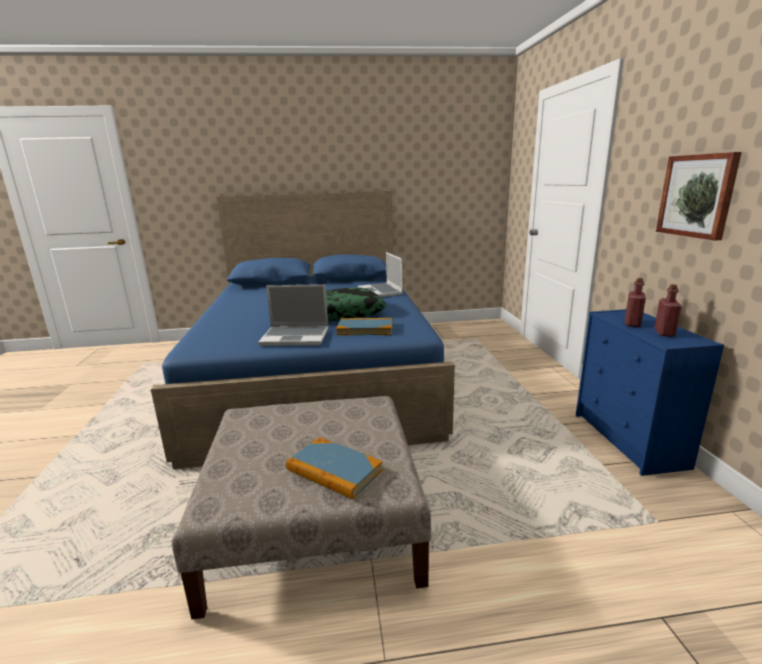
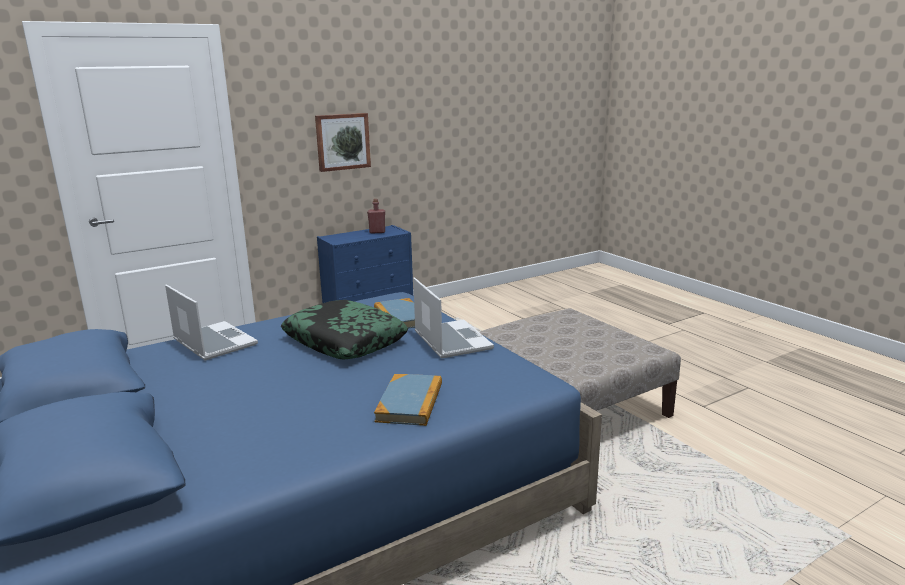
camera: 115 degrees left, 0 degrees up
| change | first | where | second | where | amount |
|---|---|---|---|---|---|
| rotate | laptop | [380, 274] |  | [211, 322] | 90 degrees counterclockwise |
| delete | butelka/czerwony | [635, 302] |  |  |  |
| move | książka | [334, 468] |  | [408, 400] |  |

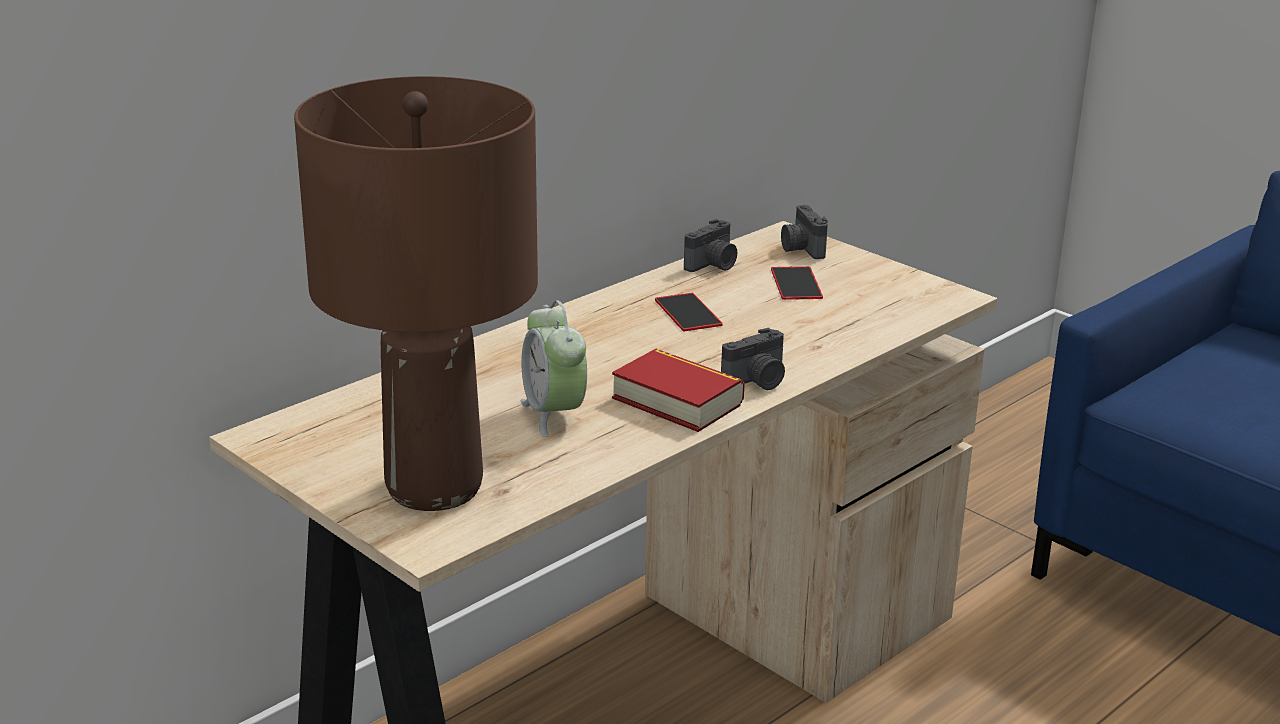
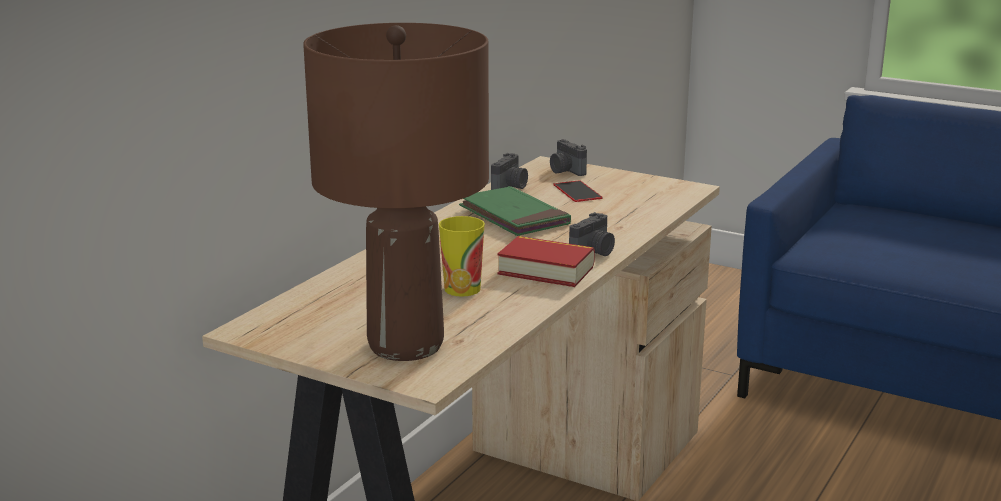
camera: 15 degrees left, 5 degrees down
| change | first | where | second | where | amount |
|---|---|---|---|---|---|
| replace | telefon | [689, 312] | książka/zielony | [515, 211] |  |
| replace | budzik | [553, 368] | filiżanka | [462, 256] |  |

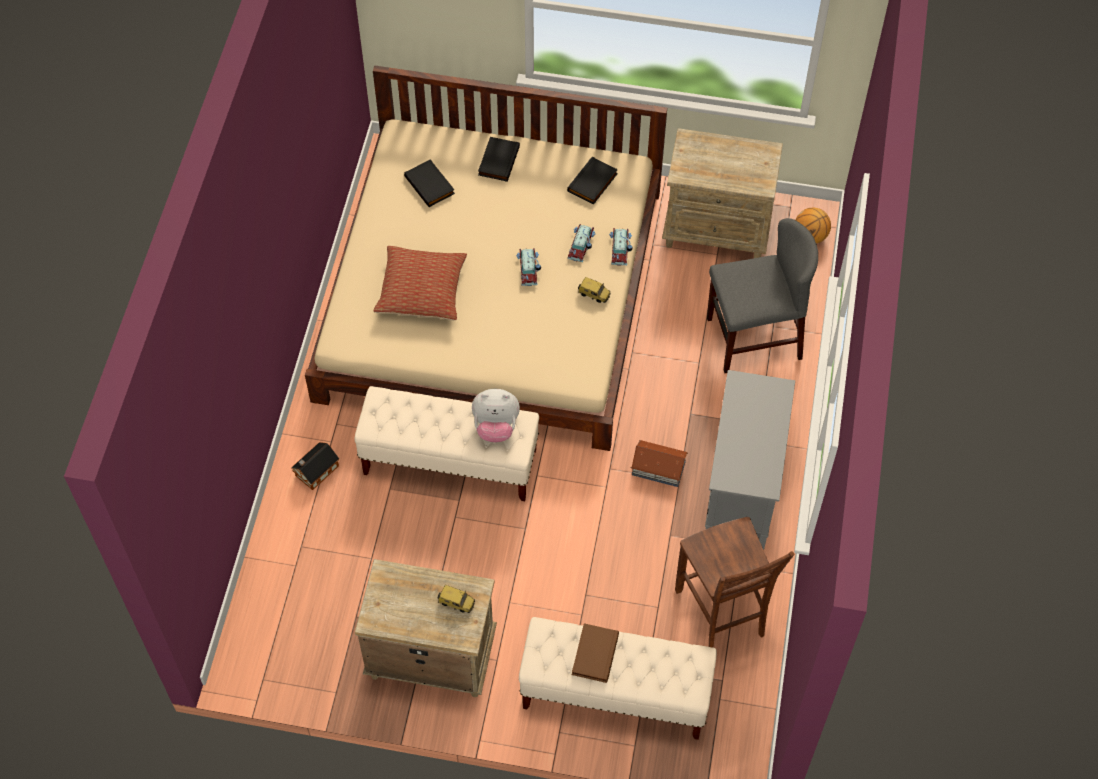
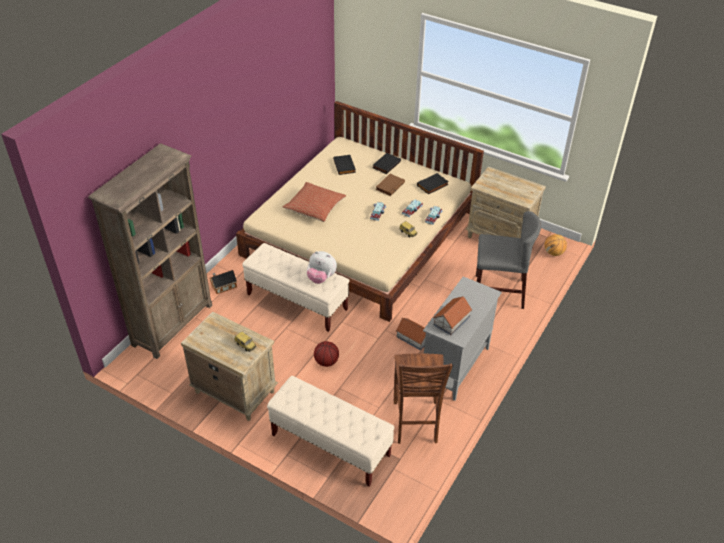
camera: 20 degrees right, 15 degrees down
| change | first | where | second | where | amount |
|---|---|---|---|---|---|
| move | książka/brązowy | [595, 653] |  | [390, 185] |  |
| insert |  |  | regał/brązowy | [150, 251] |  |
| insert |  |  | domek | [452, 315] |  |
| insert |  |  | piłka do koszykówki | [326, 354] |  |

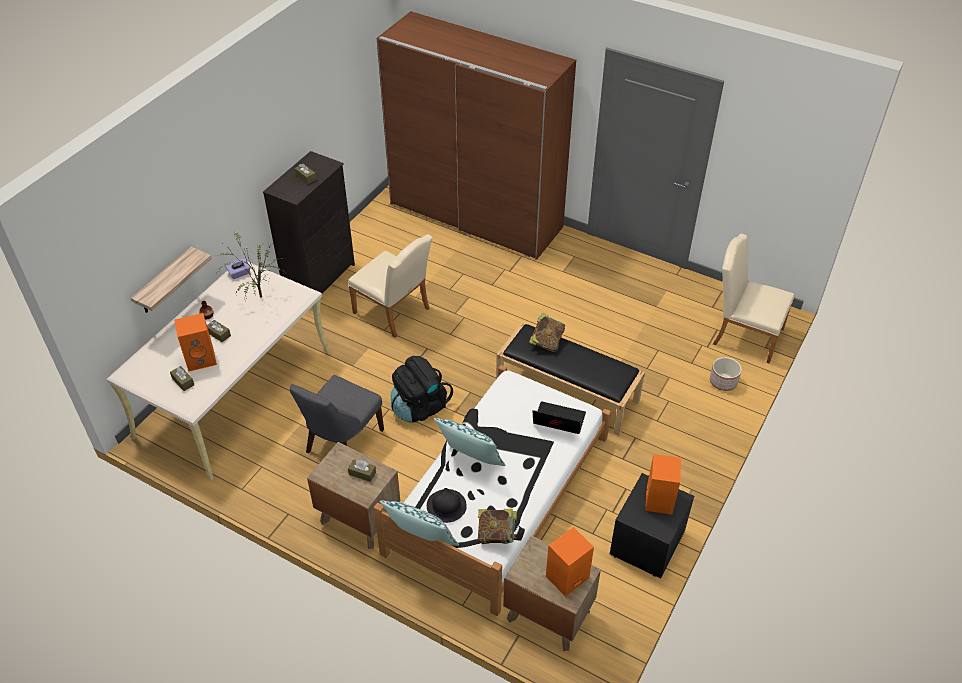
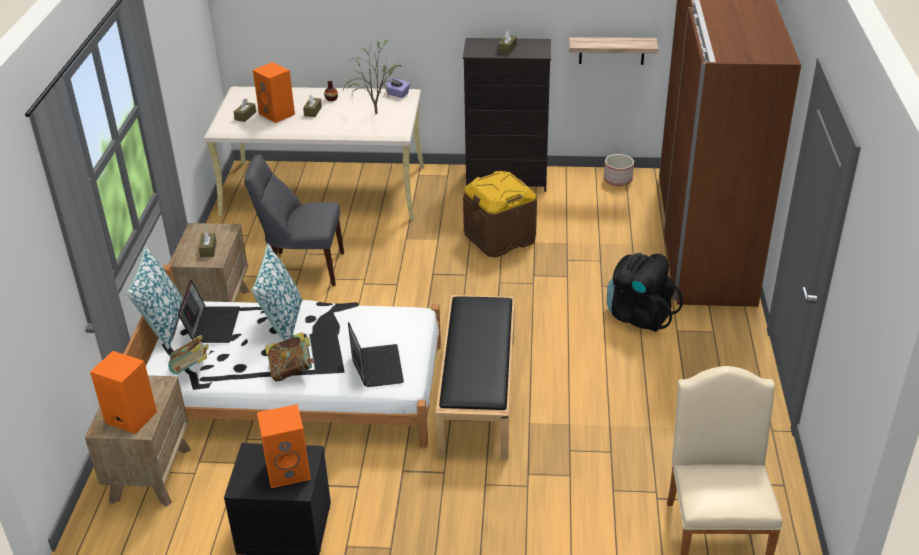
camera: 65 degrees right, 10 degrees down
| change | first | where | second | where | amount |
|---|---|---|---|---|---|
| replace | krzesło/beżowy | [390, 286] | pojemnik do przechowywania/brązowy | [500, 214] |  |
| move | półka | [171, 280] |  | [613, 51] |  |
| move | książka | [547, 332] |  | [290, 357] |  |
| move | plecak/czarny | [422, 389] |  | [645, 292] |  |
| move | donica | [726, 374] |  | [619, 170] |  |
| replace | kapelusz/czarny | [447, 505] | laptop | [209, 311] |  |

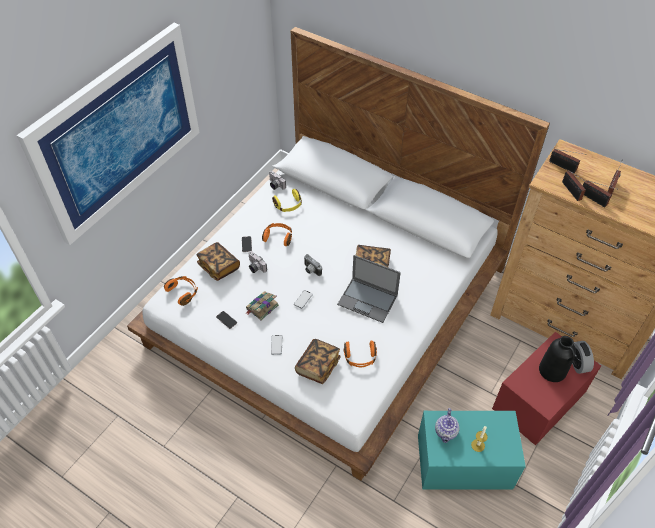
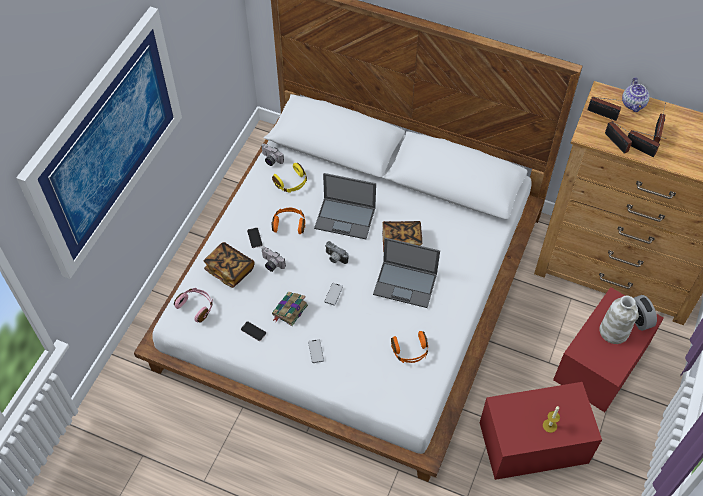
camera: 10 degrees left, 5 degrees up
| change | first | where | second | where | amount |
|---|---|---|---|---|---|
| recolor | słuchawki/pomarańczowy | [181, 291] | słuchawki/różowy | [193, 305] |  |
| recolor | wazon/czarny | [557, 359] | wazon/biały | [619, 320] |  |
| delete | książka | [318, 361] |  |  |  |
| move | imbryk | [447, 425] |  | [635, 94] |  |
| recolor | pojemnik do przechowywania/turkusowy | [472, 450] | pojemnik do przechowywania/czerwony | [541, 431] |  |
| insert |  |  | laptop | [345, 206] |  |

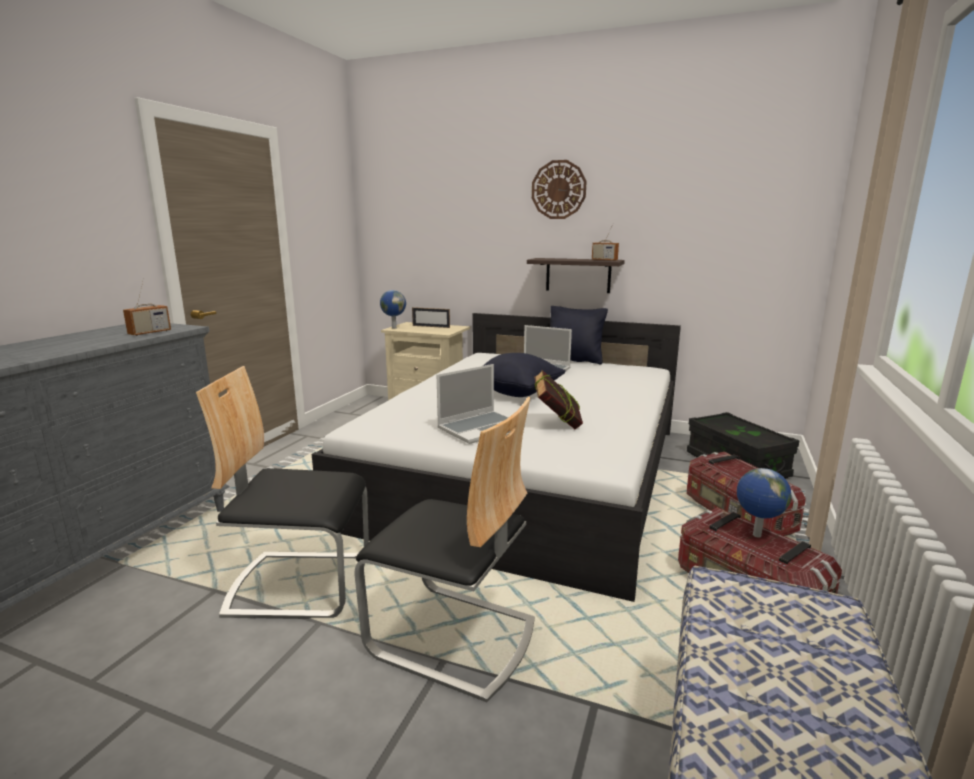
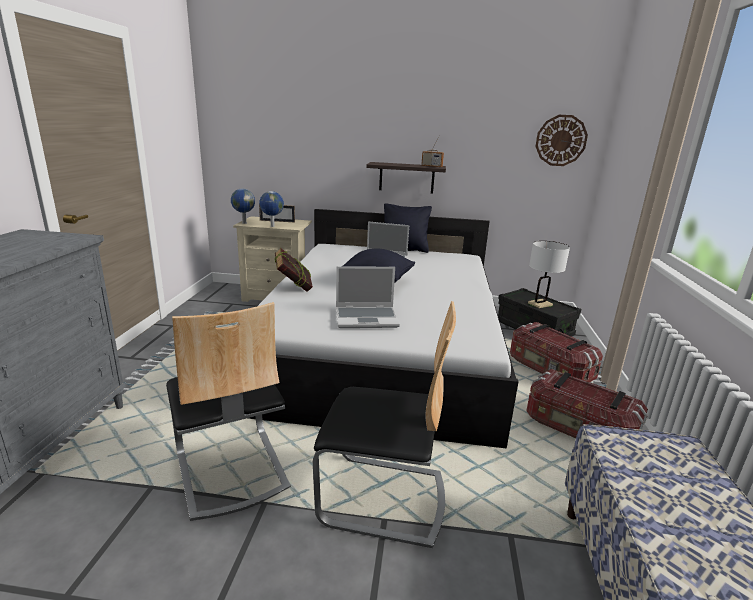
camera: 15 degrees left, 5 degrees up
| change | first | where | second | where | amount |
|---|---|---|---|---|---|
| move | zegar ścienny | [559, 189] |  | [561, 140] |  |
| delete | radio | [147, 307] |  |  |  |
| rotate | laptop | [481, 404] |  | [368, 297] | 45 degrees clockwise |
| rotate | krzesło | [282, 492] |  | [228, 411] | 105 degrees counterclockwise |
| move | książka | [558, 400] |  | [294, 270] |  |
| move | globus | [764, 503] |  | [271, 209] |  |
| insert |  |  | lampa stołowa/biały | [549, 274] |  |

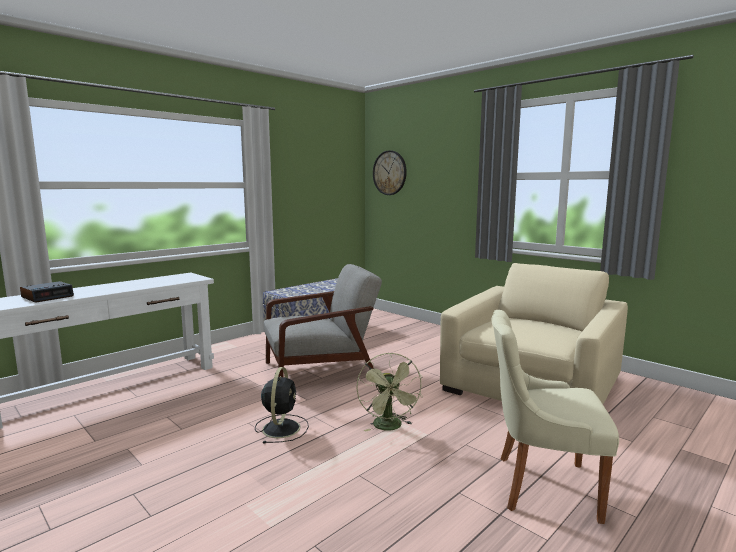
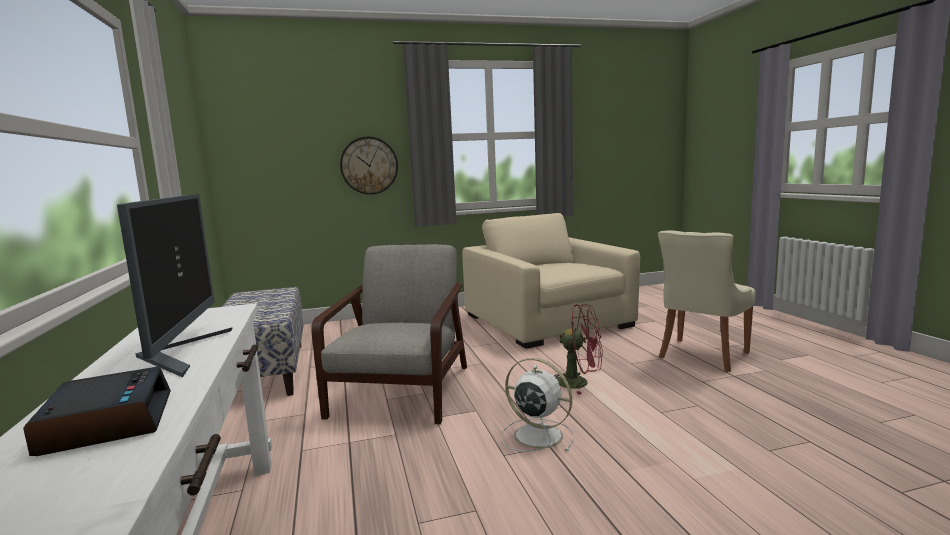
camera: 60 degrees left, 0 degrees up
| change | first | where | second | where | amount |
|---|---|---|---|---|---|
| move | zegar ścienny | [390, 172] |  | [369, 166] |  |
| recolor | wentylator/zielony | [390, 392] | wentylator/czerwony | [578, 349] |  |
| recolor | wentylator/czarny | [282, 405] | wentylator/biały | [537, 405] |  |
| insert |  |  | monitor | [174, 286] |  |

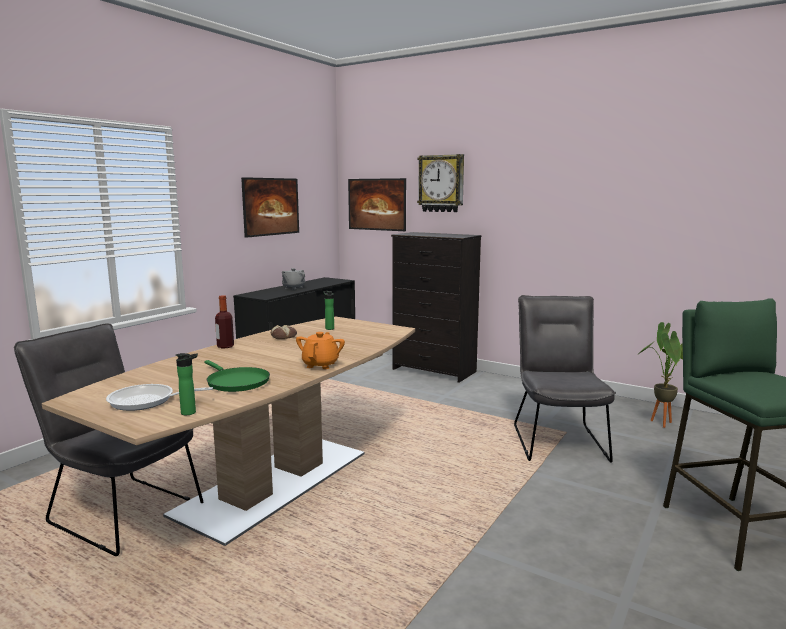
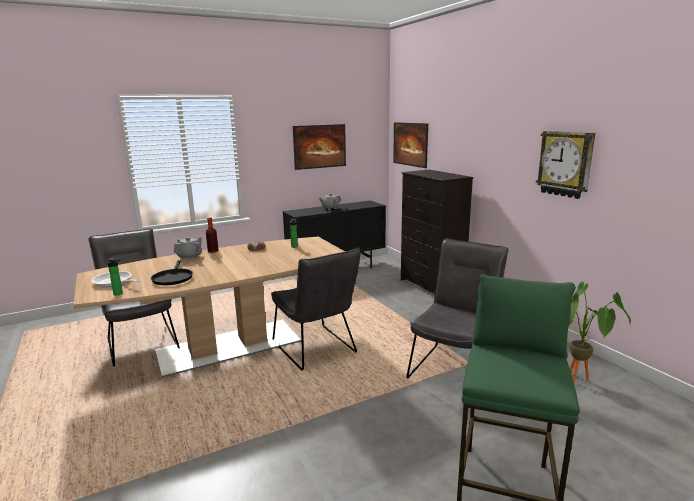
camera: 30 degrees right, 5 degrees up
| change | first | where | second | where | amount |
|---|---|---|---|---|---|
| move | zegar ścienny | [440, 183] |  | [565, 165] |  |
| delete | imbryk/pomarańczowy | [320, 350] |  |  |  |
| recolor | patelnia/zielony | [237, 376] | patelnia/czarny | [172, 272] |  |
| insert |  |  | imbryk/szary | [188, 248] |  |
| insert |  |  | krzesło/szary | [316, 308] |  |

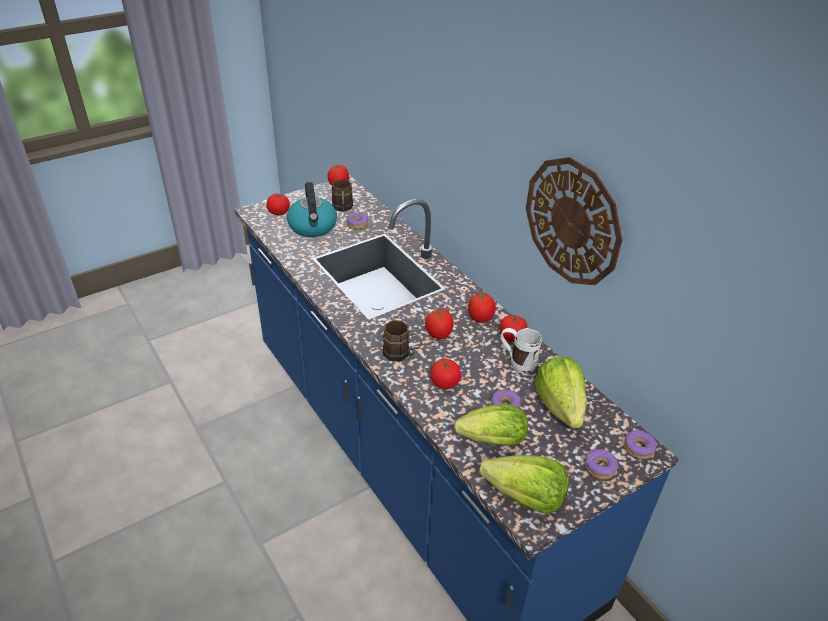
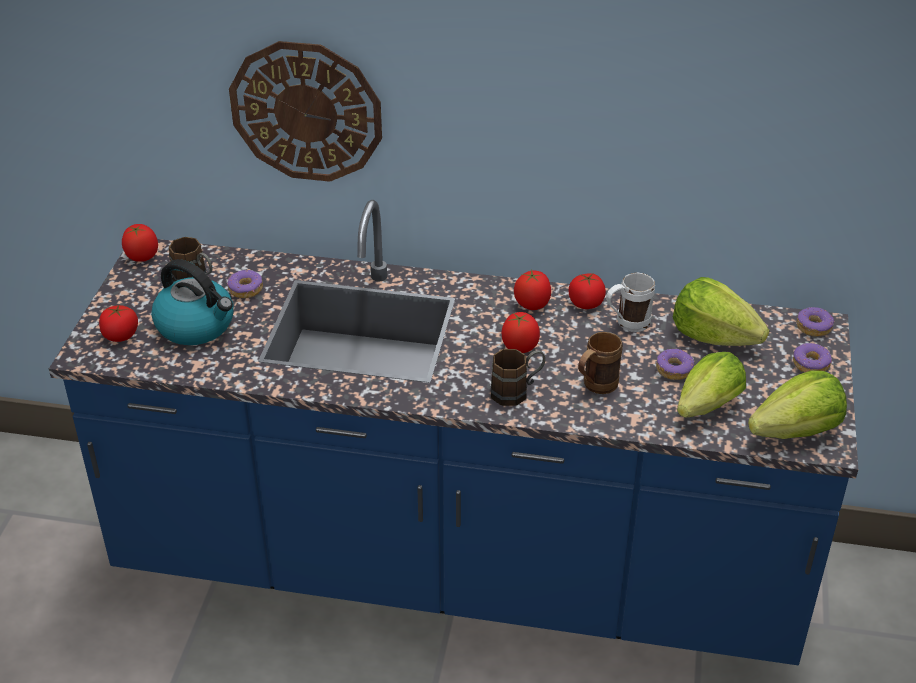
camera: 45 degrees left, 0 degrees up
| change | first | where | second | where | amount |
|---|---|---|---|---|---|
| move | zegar ścienny | [574, 221] |  | [305, 111] |  |
| replace | pomidor | [446, 374] | kubek/brązowy | [600, 363] |  |

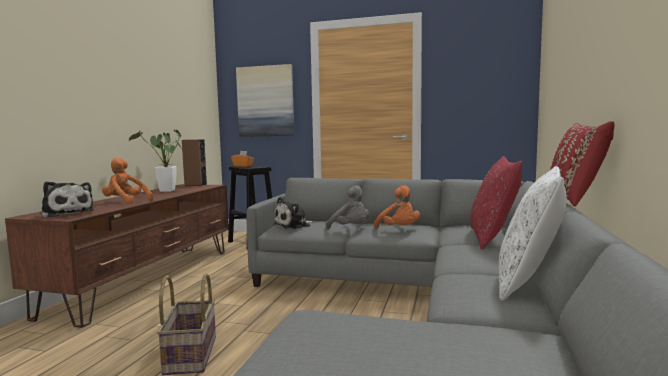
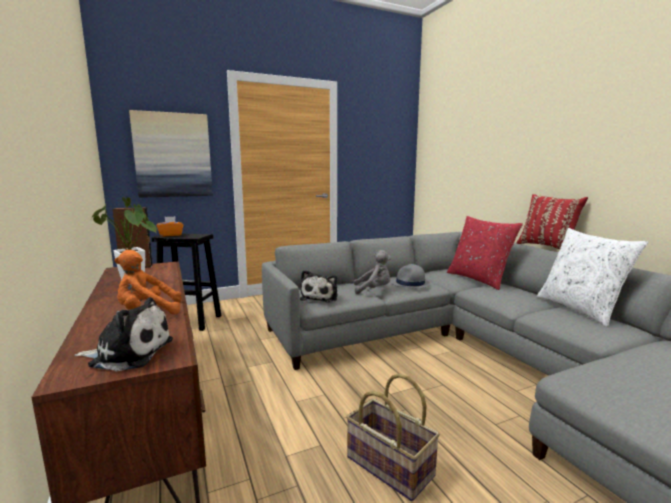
camera: 40 degrees left, 5 degrees up
| change | first | where | second | where | amount |
|---|---|---|---|---|---|
| replace | pluszak/pomarańczowy | [397, 207] | kapelusz/szary | [411, 276] |  |

